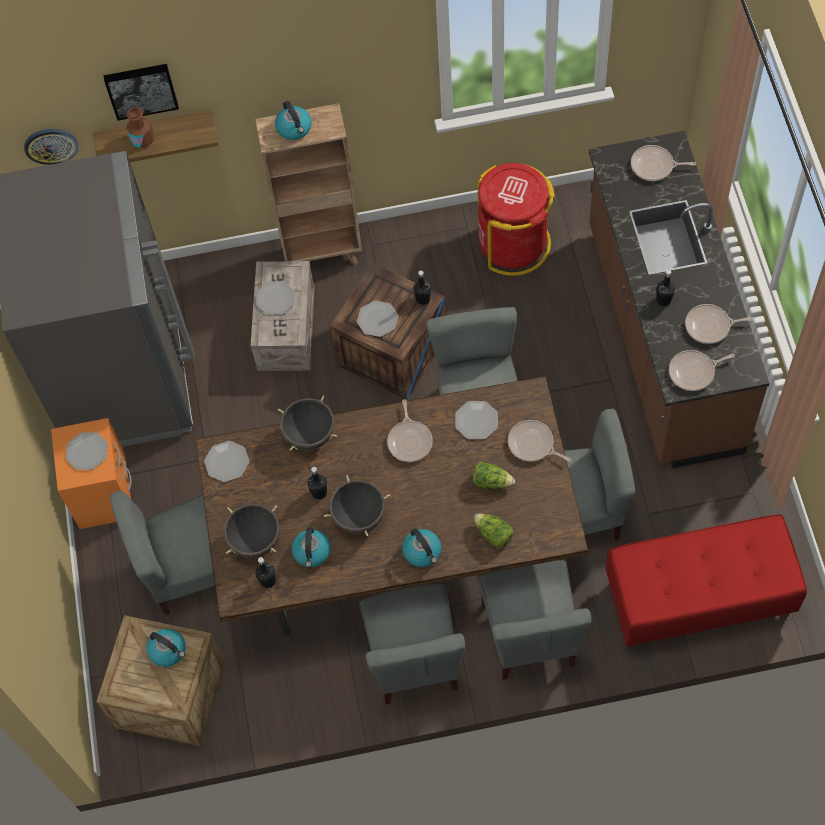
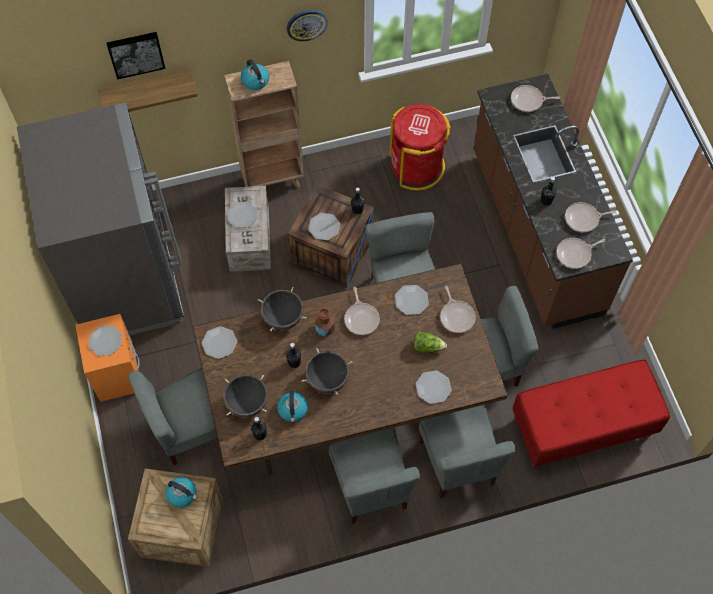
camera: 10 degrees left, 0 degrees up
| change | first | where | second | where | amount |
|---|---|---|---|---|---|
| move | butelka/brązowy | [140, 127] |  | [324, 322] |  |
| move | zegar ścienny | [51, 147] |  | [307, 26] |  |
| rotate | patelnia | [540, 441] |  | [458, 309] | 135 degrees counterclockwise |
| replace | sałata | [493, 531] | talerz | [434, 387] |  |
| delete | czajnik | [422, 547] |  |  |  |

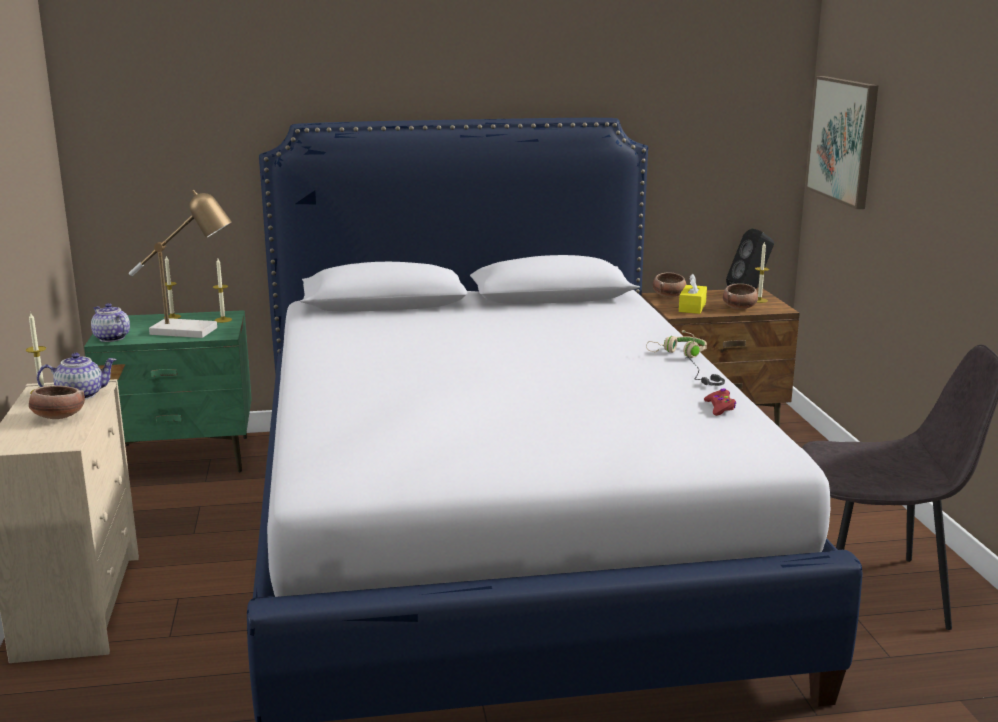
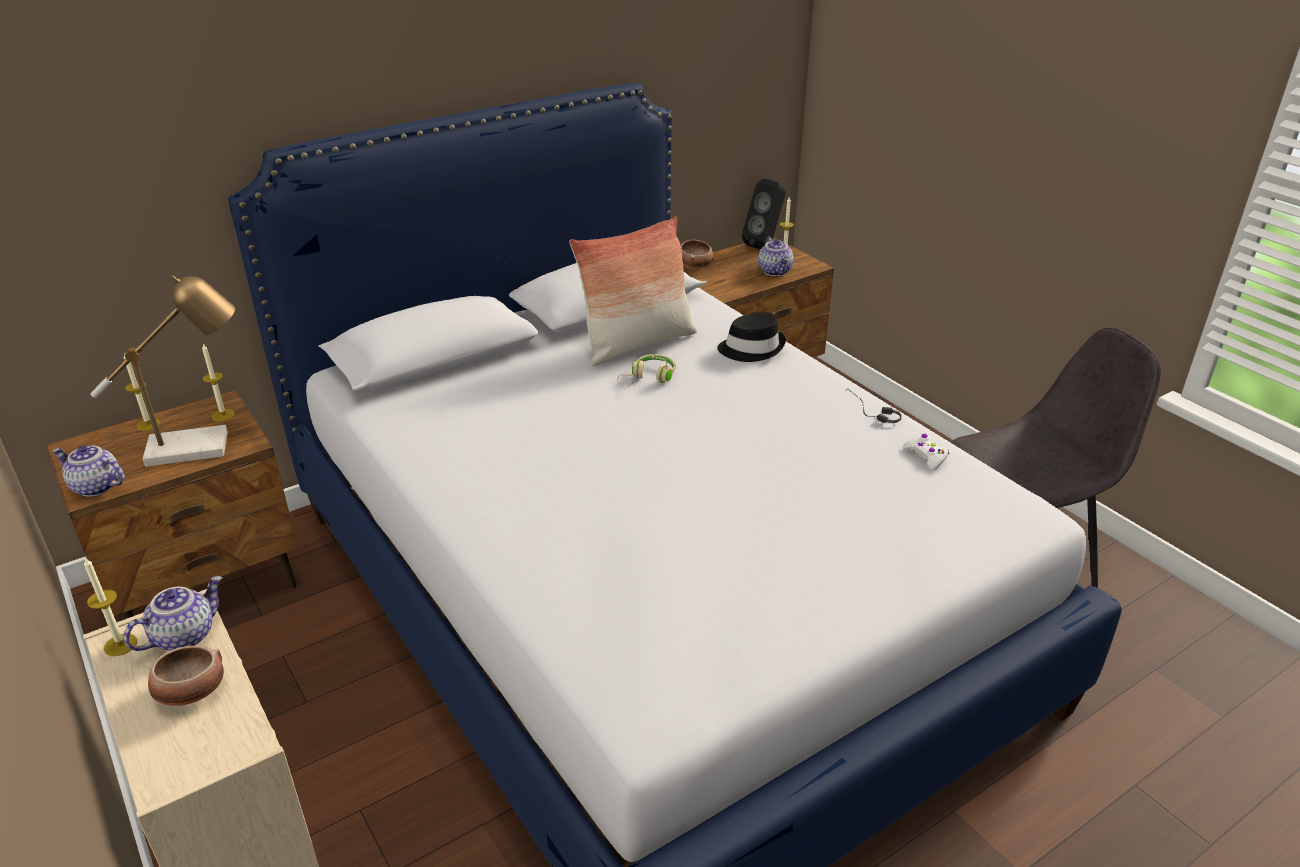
camera: 25 degrees left, 15 degrees up
| change | first | where | second | where | amount |
|---|---|---|---|---|---|
| delete | obraz | [842, 142] |  |  |  |
| delete | pudełko chusteczek/żółty | [693, 294] |  |  |  |
| replace | miska | [740, 296] | imbryk | [776, 256] |  |
| recolor | szafka nocna/zielony | [168, 391] | szafka nocna/brązowy | [172, 504] |  |
| move | słuchawki/beżowy | [676, 344] |  | [646, 369] |  |
| recolor | pad do gier/czerwony | [720, 402] | pad do gier/biały | [926, 452] |  |
| insert |  |  | poduszka | [633, 291] |  |
| insert |  |  | kapelusz/czarny | [751, 337] |  |

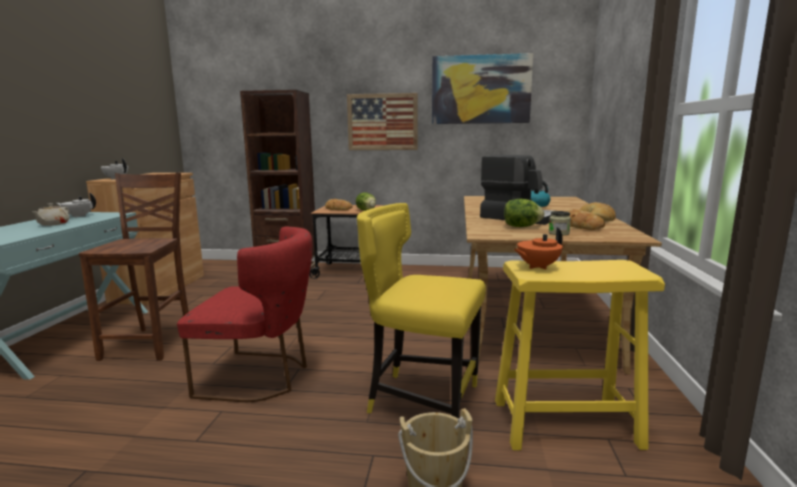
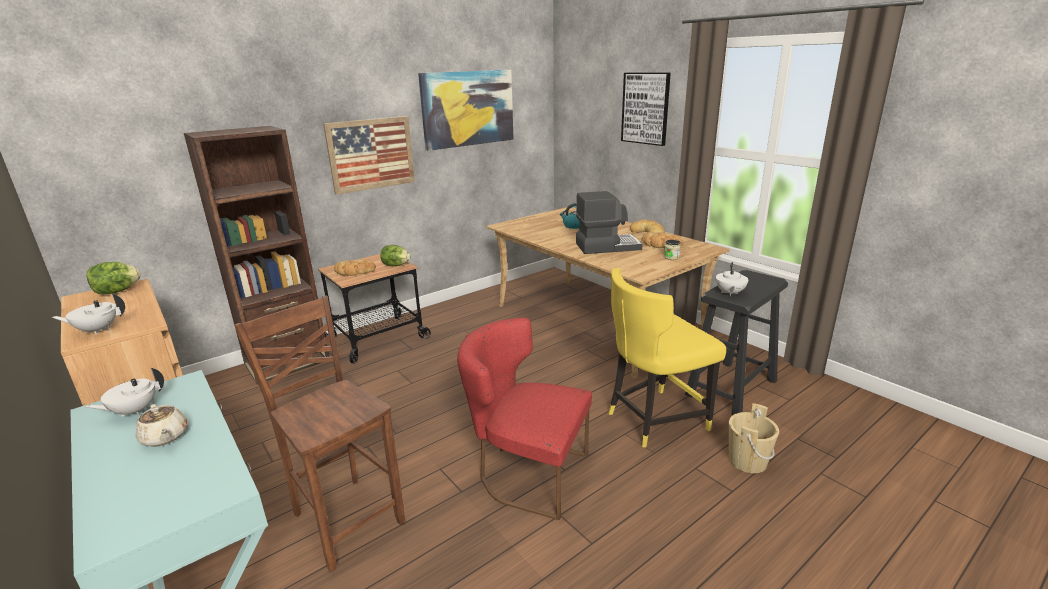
camera: 45 degrees left, 10 degrees up
| change | first | where | second | where | amount |
|---|---|---|---|---|---|
| move | sałata | [524, 213] |  | [114, 278] |  |
| rotate | krzesło/czerwony | [244, 314] |  | [524, 419] | 120 degrees counterclockwise |
| recolor | imbryk/pomarańczowy | [538, 248] | imbryk/biały | [732, 279] |  |
| recolor | stołek/żółty | [580, 355] | stołek/czarny | [736, 342] |  |
| insert |  |  | obraz | [646, 109] |  |

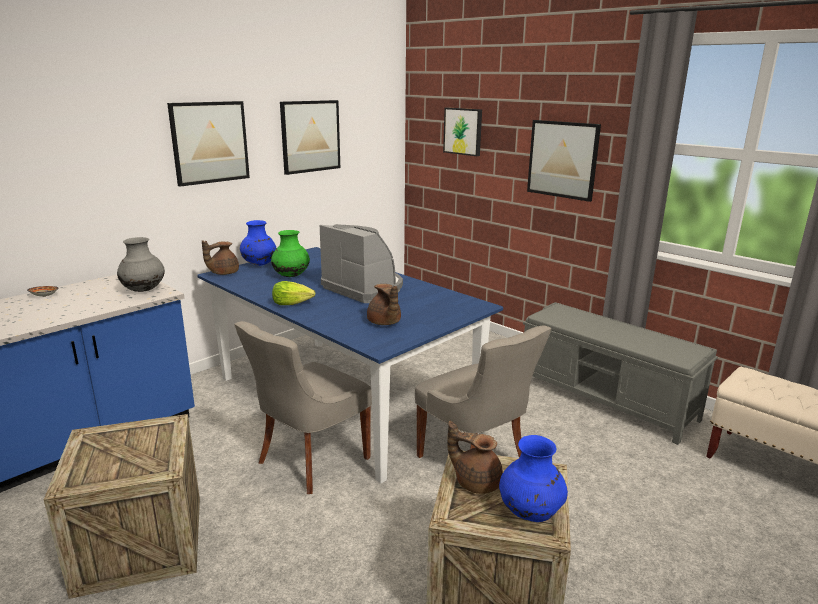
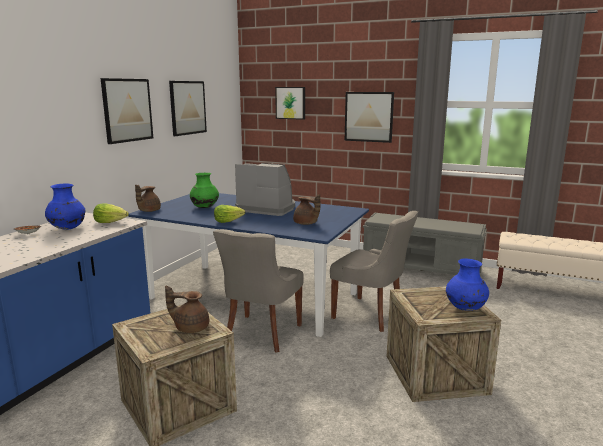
camera: 20 degrees left, 5 degrees down
| change | first | where | second | where | amount |
|---|---|---|---|---|---|
| move | wazon/niebieski | [258, 243] |  | [65, 206] |  |
| replace | wazon/szary | [141, 264] | sałata | [111, 213] |  |
| move | imbryk/brązowy | [475, 457] |  | [187, 309] |  |

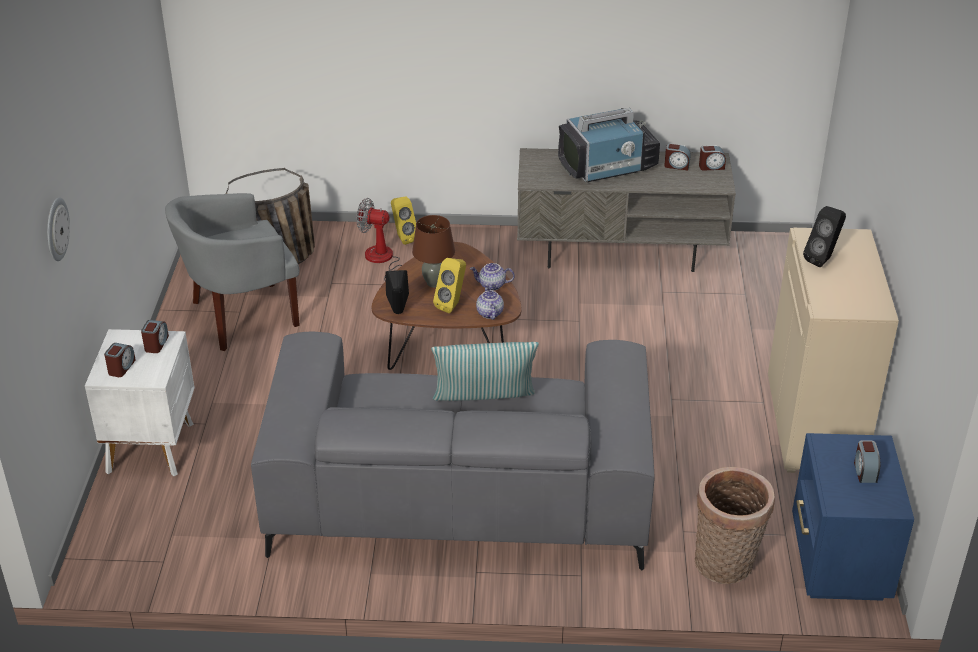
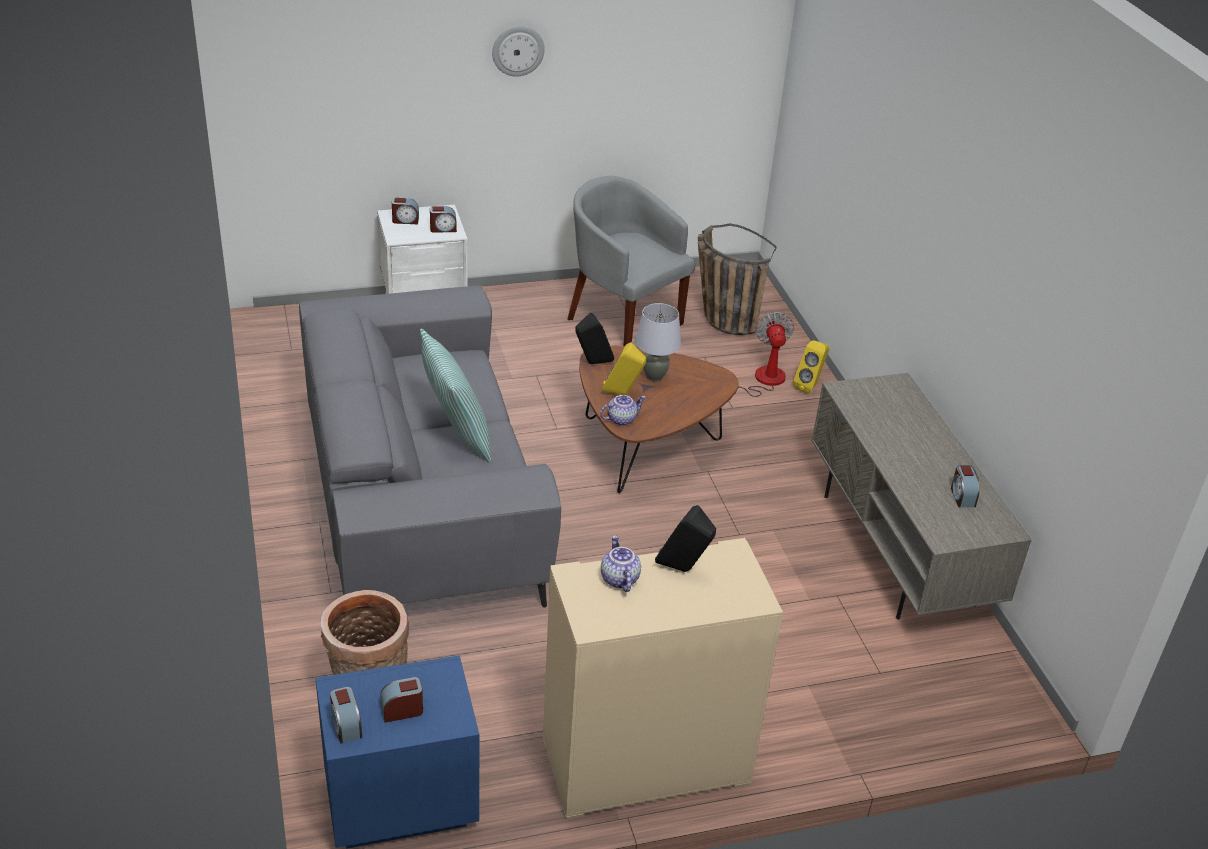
camera: 70 degrees right, 0 degrees up
| change | first | where | second | where | amount |
|---|---|---|---|---|---|
| delete | telewizor | [609, 145] |  |  |  |
| move | budzik | [712, 158] |  | [346, 715] |  |
| move | zegar ścienny | [58, 229] |  | [518, 51] |  |
| recolor | lampa stołowa/brązowy | [433, 251] | lampa stołowa/szary | [658, 342] |  |
| move | imbryk | [492, 277] |  | [621, 563] |  |

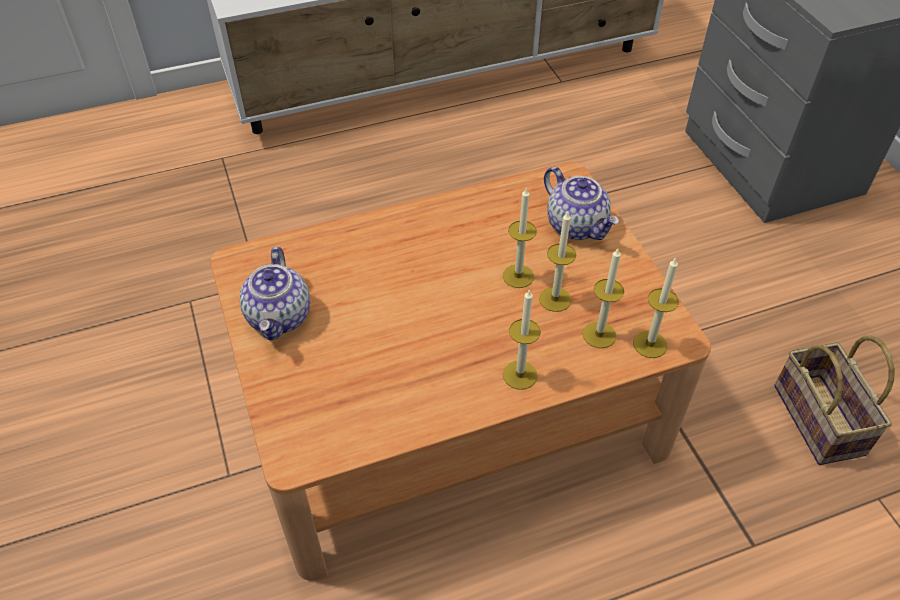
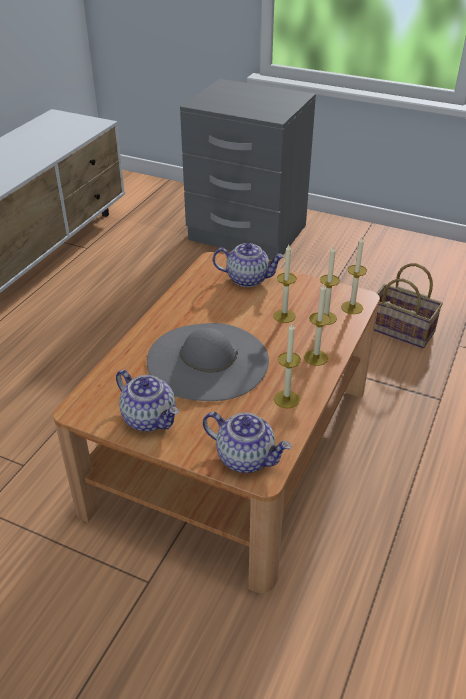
camera: 45 degrees left, 10 degrees down
| change | first | where | second | where | amount |
|---|---|---|---|---|---|
| move | świeca | [520, 237] |  | [287, 366] |  |
| insert |  |  | kapelusz/szary | [208, 362] |  |
| insert |  |  | imbryk | [247, 442] |  |

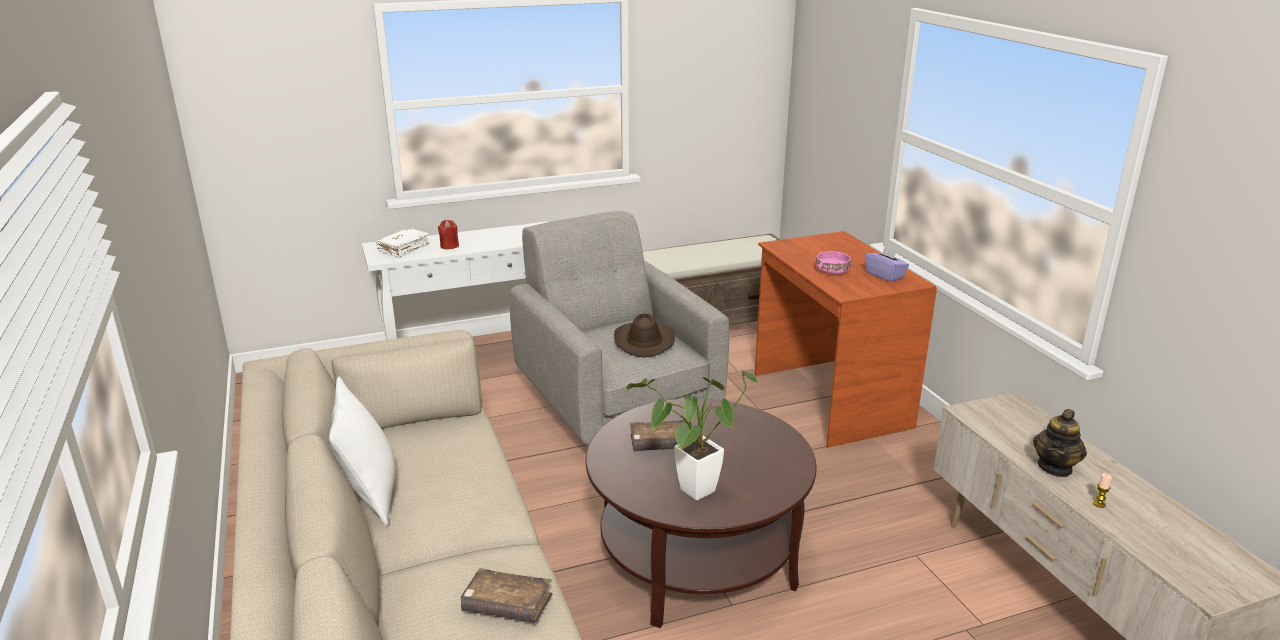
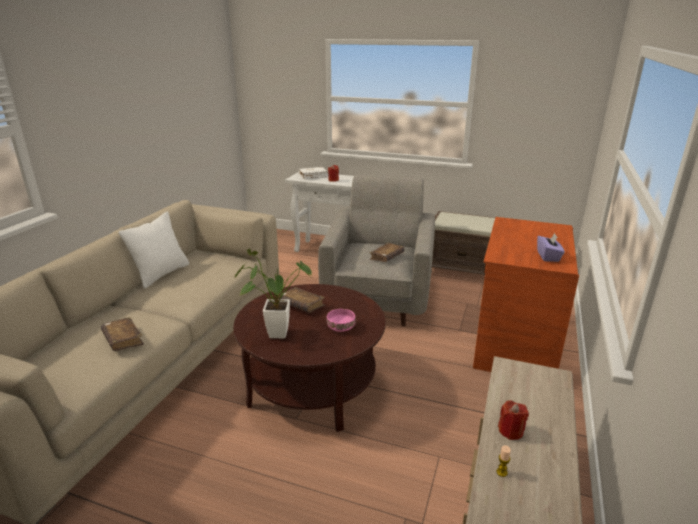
camera: 40 degrees right, 0 degrees up
| change | first | where | second | where | amount |
|---|---|---|---|---|---|
| move | miska/różowy | [833, 262] |  | [341, 320] |  |
| replace | kapelusz/brązowy | [644, 336] | książka/brązowy | [386, 252] |  |
| replace | imbryk | [1060, 443] | świeca/czerwony | [513, 420] |  |

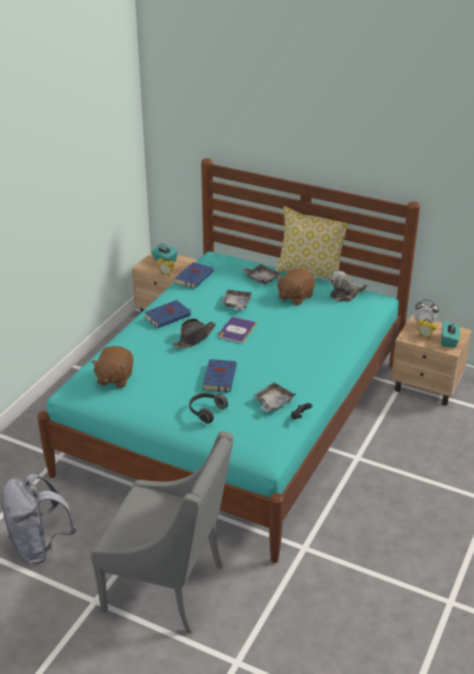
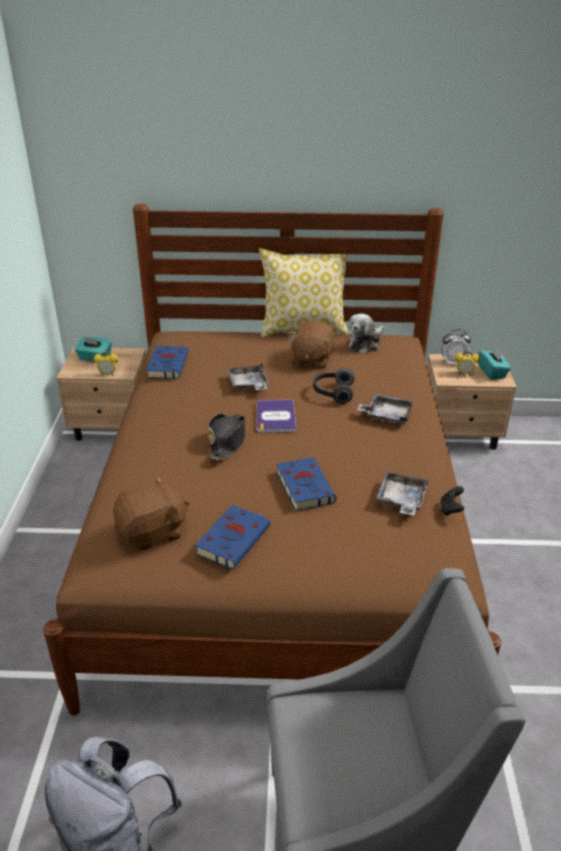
camera: 25 degrees left, 0 degrees up
| change | first | where | second | where | amount |
|---|---|---|---|---|---|
| recolor | łóżko/turkusowy | [228, 360] | łóżko/brązowy | [272, 460] |  |
| move | taca/szary | [261, 274] |  | [385, 409] |  |
| move | książka/niebieski | [167, 314] |  | [232, 537] |  |
| rotate | pluszak/brązowy | [112, 367] |  | [151, 514] | 105 degrees counterclockwise |
| move | słuchawki | [208, 408] |  | [334, 385] |  |

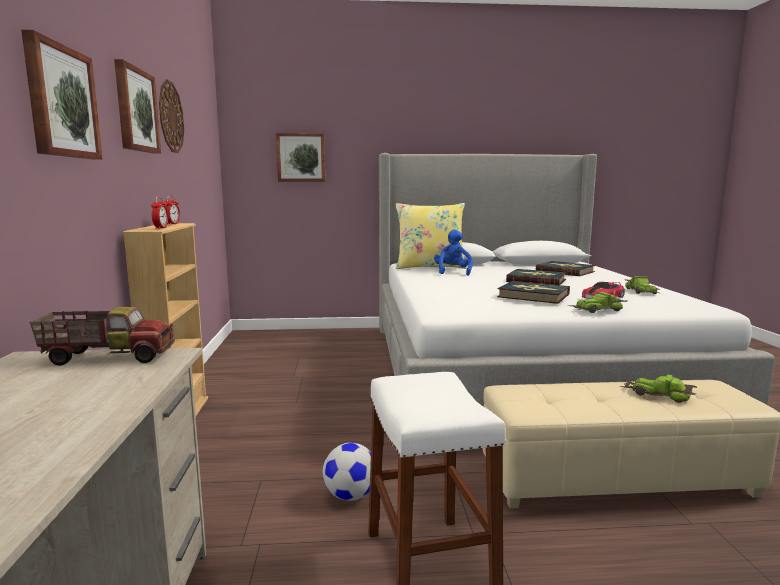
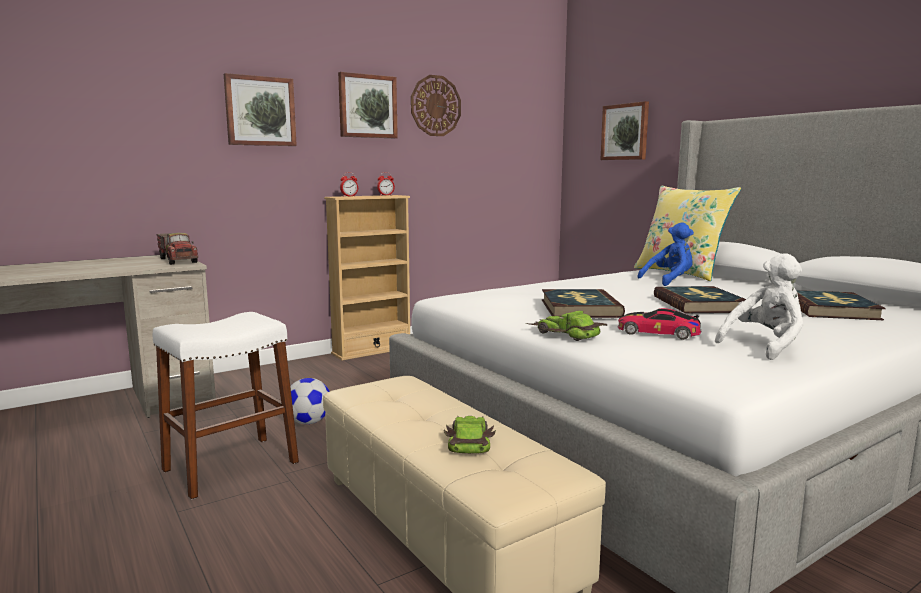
camera: 60 degrees right, 0 degrees up
| change | first | where | second | where | amount |
|---|---|---|---|---|---|
| replace | samochodzik | [642, 285] | pluszak/biały | [759, 306] |  |

